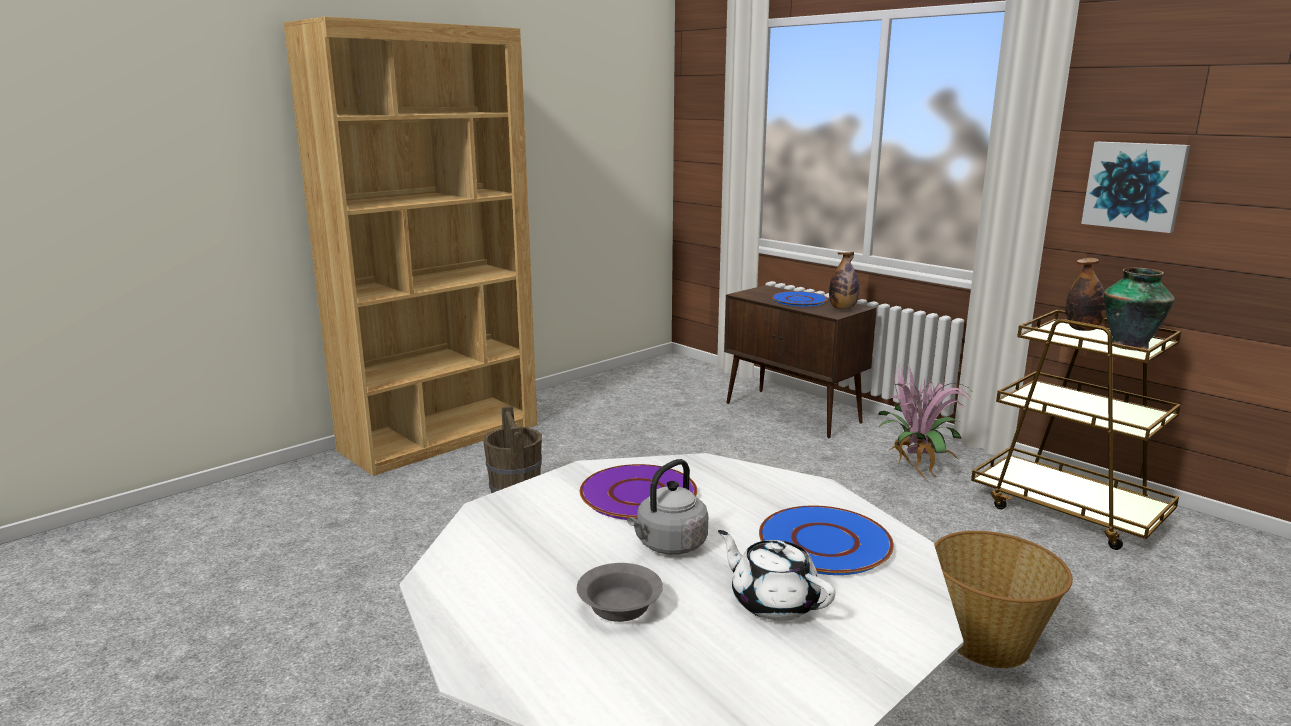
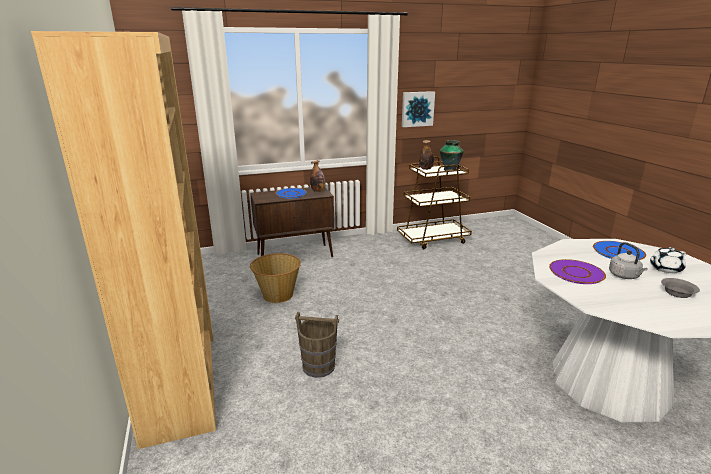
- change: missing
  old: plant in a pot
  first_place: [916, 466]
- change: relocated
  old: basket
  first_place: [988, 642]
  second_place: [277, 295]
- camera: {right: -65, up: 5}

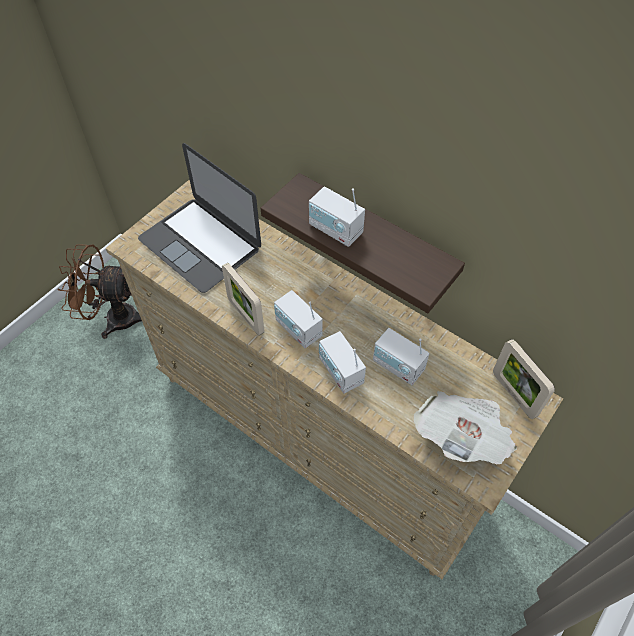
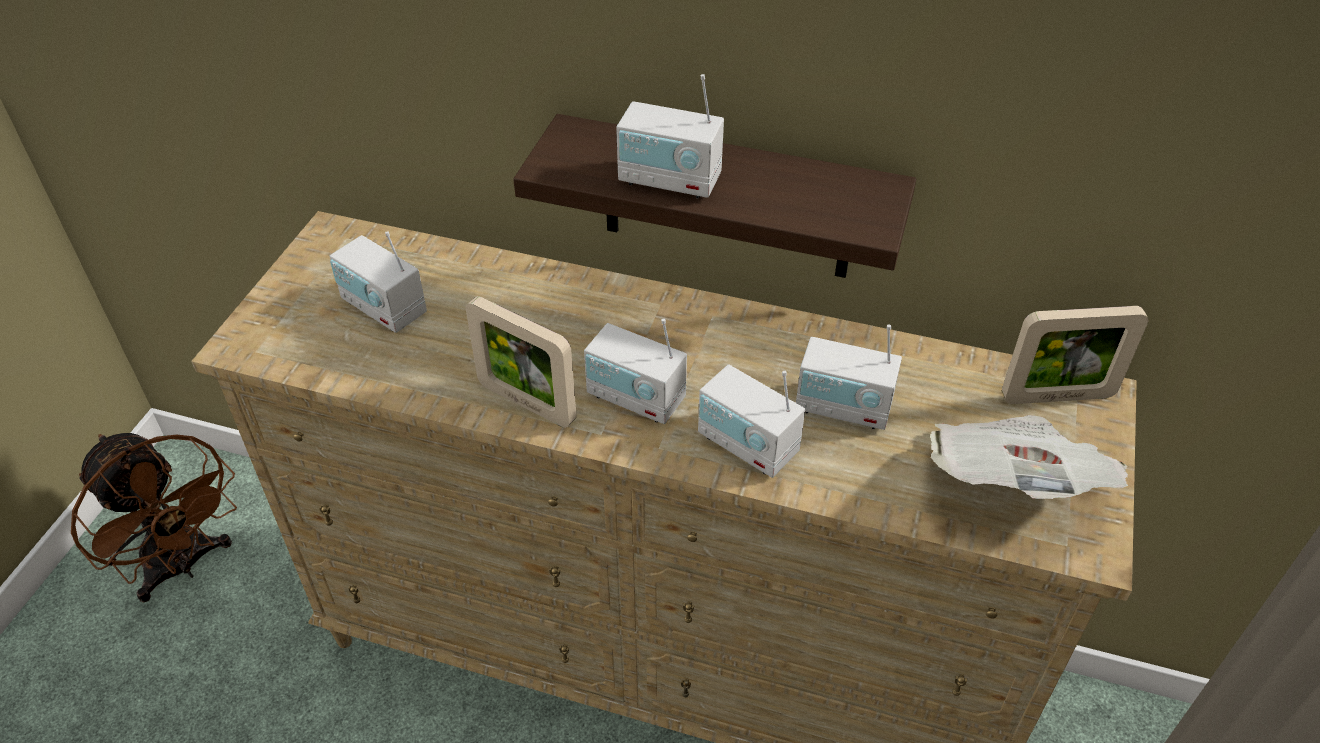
- change: exchanged
  old: laptop
  new: radio set
  first_place: [200, 244]
  second_place: [383, 308]
- change: spun
  old: brownish fan
  first_place: [114, 318]
  second_place: [183, 566]
  degrees: -120
- change: spun
  old: photo frame
  first_place: [514, 394]
  second_place: [1057, 396]
  degrees: -45
- camera: {right: -20, up: -10}

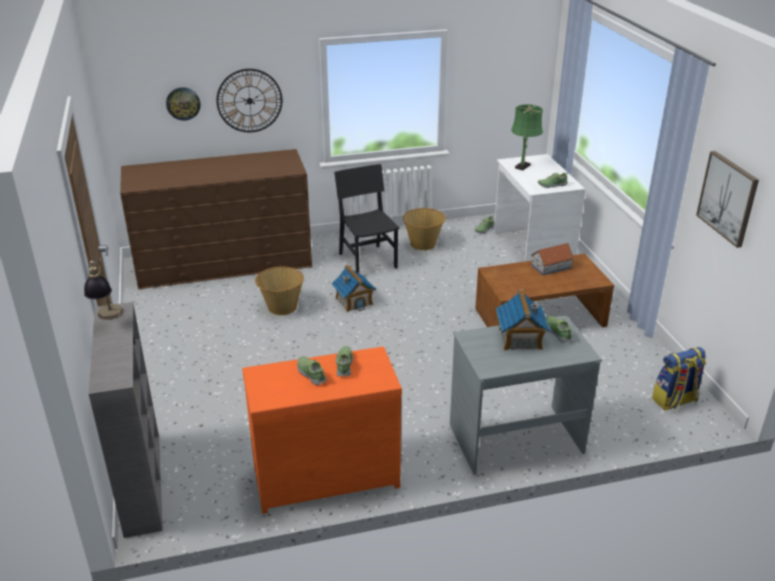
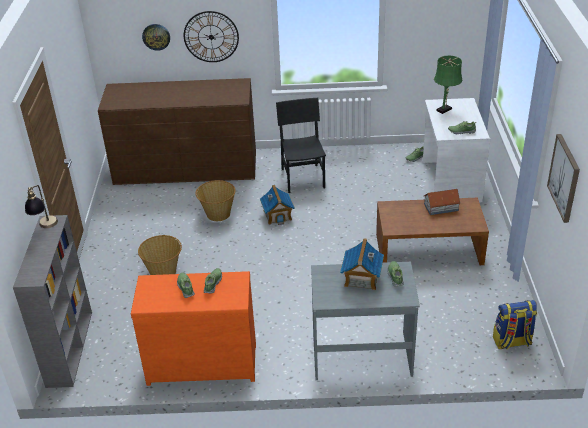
- change: relocated
  old: basket
  first_place: [423, 244]
  second_place: [163, 271]
- camera: {right: 15, up: 5}

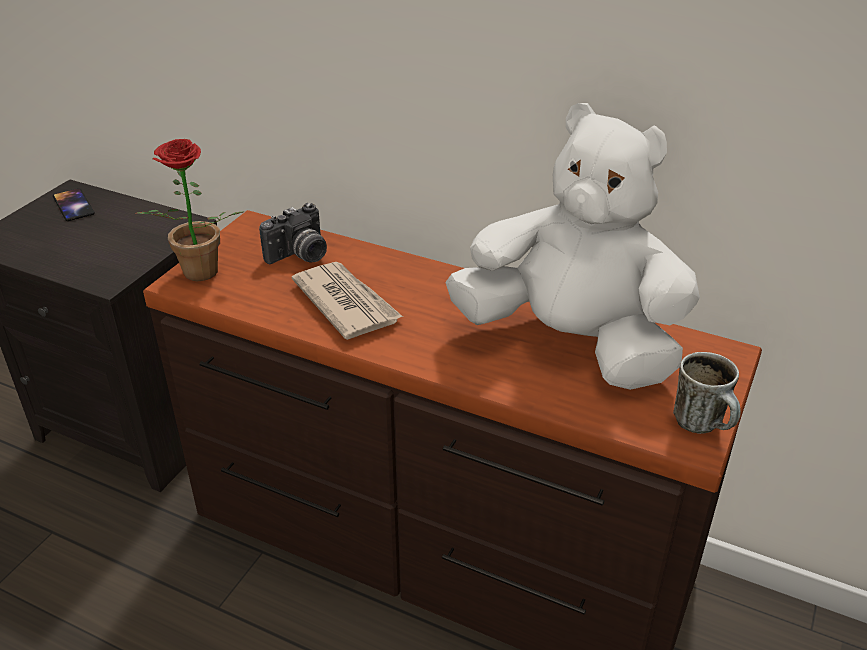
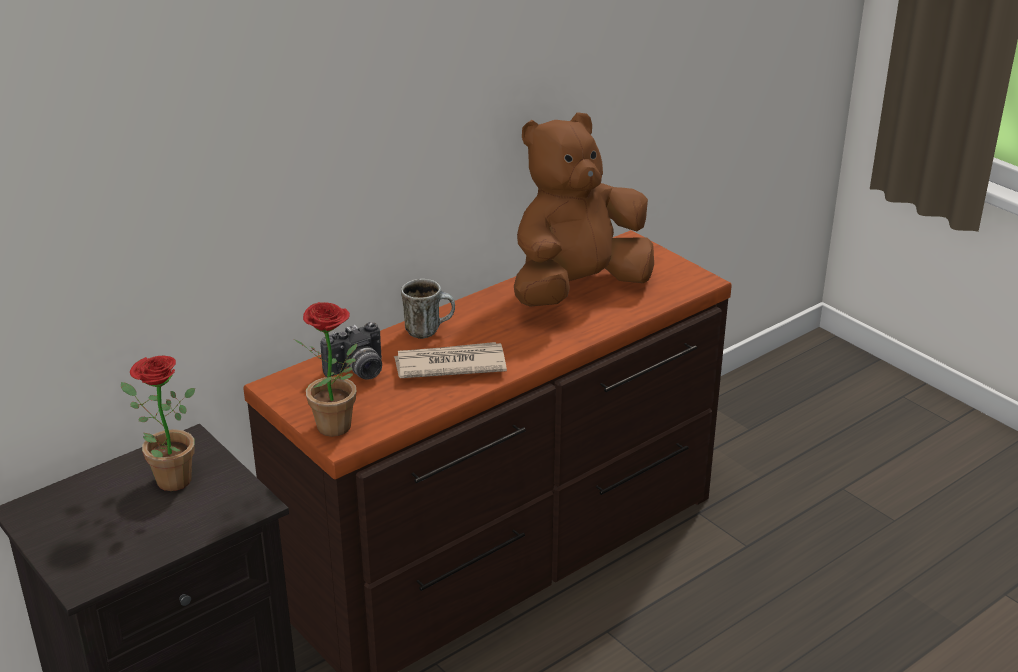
- change: colour
  old: whitish soft toy
  new: brownish soft toy
  first_place: [571, 343]
  second_place: [577, 289]
- change: missing
  old: handset
  first_place: [73, 205]
- change: spun
  old: still camera
  first_place: [300, 256]
  second_place: [357, 372]
  degrees: 75
- change: relocated
  old: coffee mug
  first_place: [704, 426]
  second_place: [429, 330]
- change: appeared
  new: plant in a pot
  second_place: [166, 479]
- camera: {right: -65, up: -5}

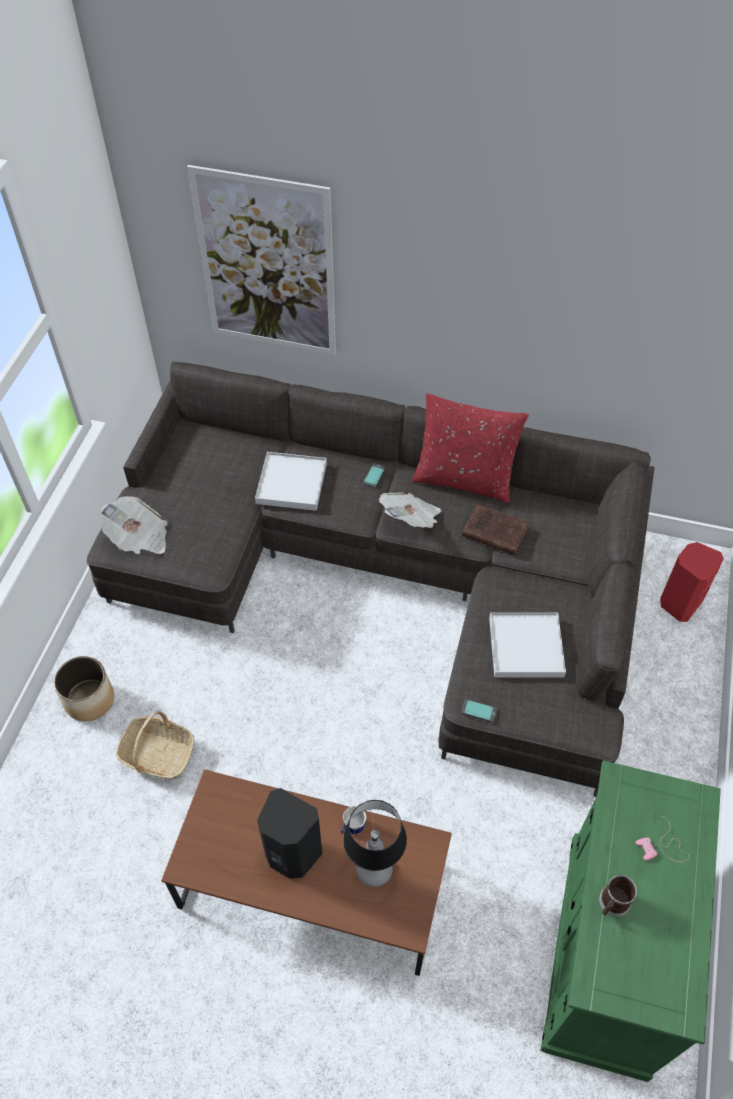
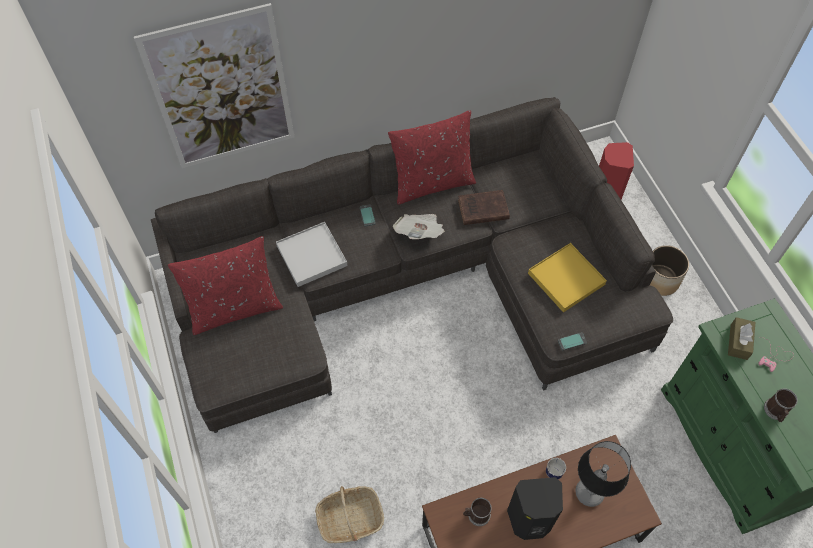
- change: missing
  old: daily paper
  first_place: [139, 537]
- change: colour
  old: whitish carrying tray
  new: yellow carrying tray
  first_place: [525, 647]
  second_place: [566, 279]
- change: relocated
  old: planter
  first_place: [90, 700]
  second_place: [660, 280]
- change: appeared
  new: red-coloured throw pillow
  second_place: [235, 308]
- change: appeared
  new: brownish tissue box
  second_place: [738, 342]
- change: appeared
  new: coffee mug
  second_place: [476, 515]
- camera: {right: -35, up: 5}

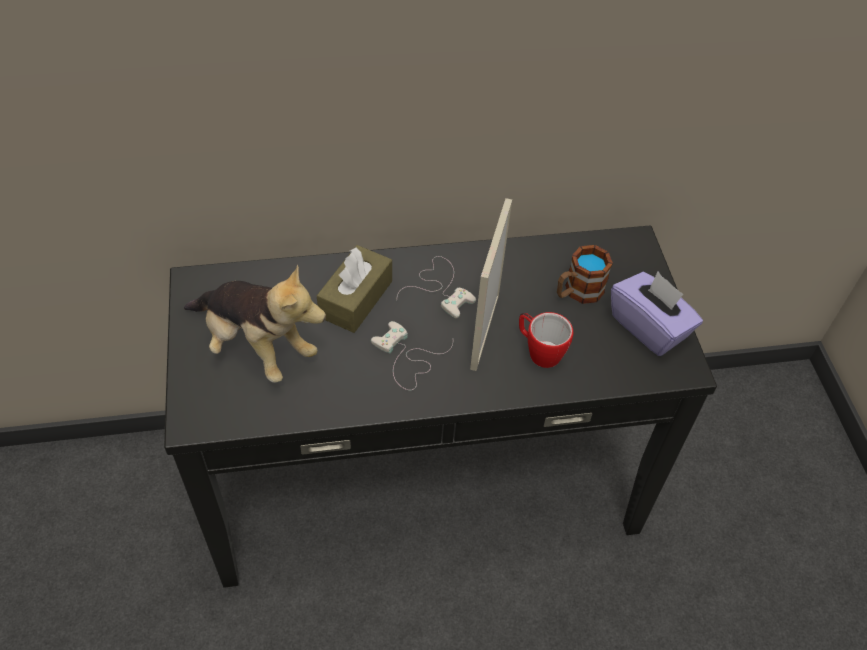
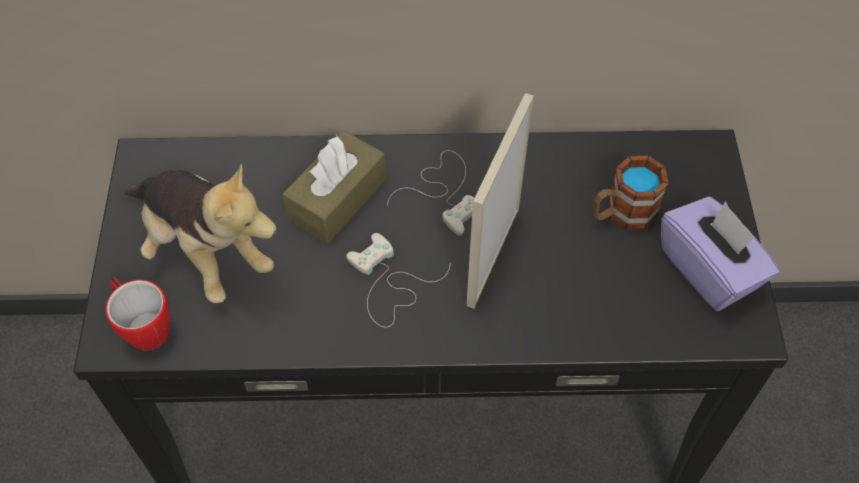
- change: relocated
  old: coffee mug
  first_place: [539, 351]
  second_place: [144, 326]
- camera: {right: 10, up: 5}

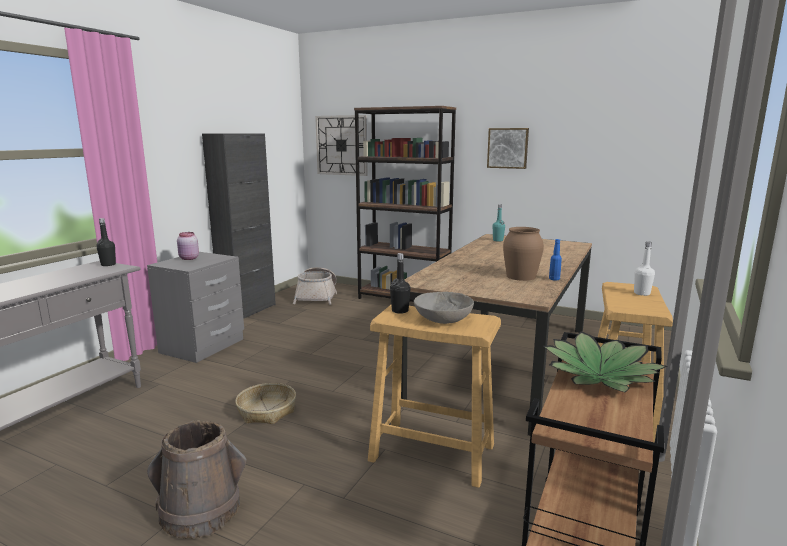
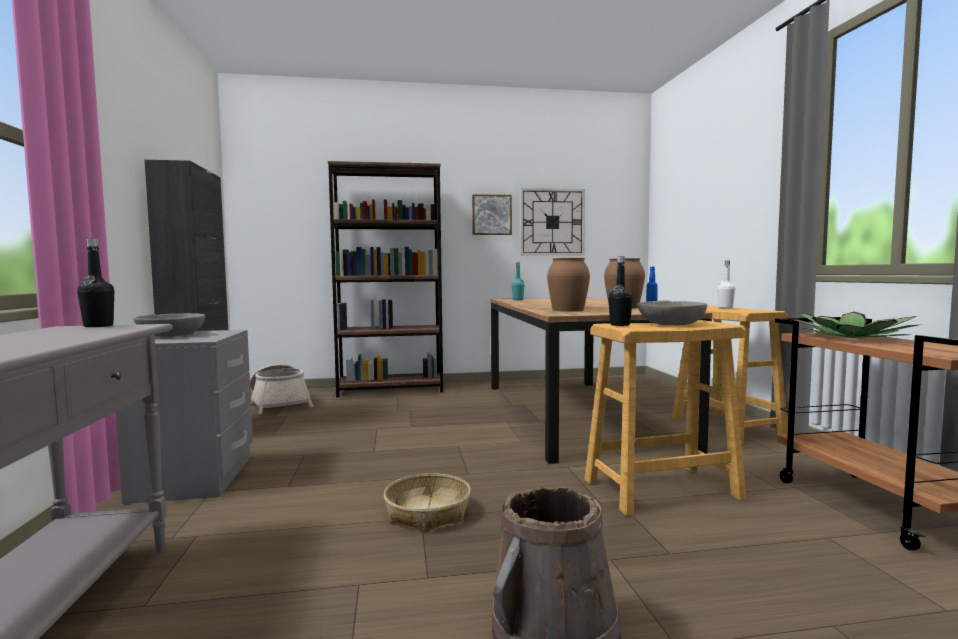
- change: relocated
  old: hanging clock
  first_place: [341, 145]
  second_place: [552, 222]
- change: exchanged
  old: pink-coloured preserve jar
  new: greyish serving bowl
  first_place: [189, 258]
  second_place: [171, 335]
- change: appeared
  new: brownish flower vase
  second_place: [568, 310]
- camera: {right: -35, up: -10}

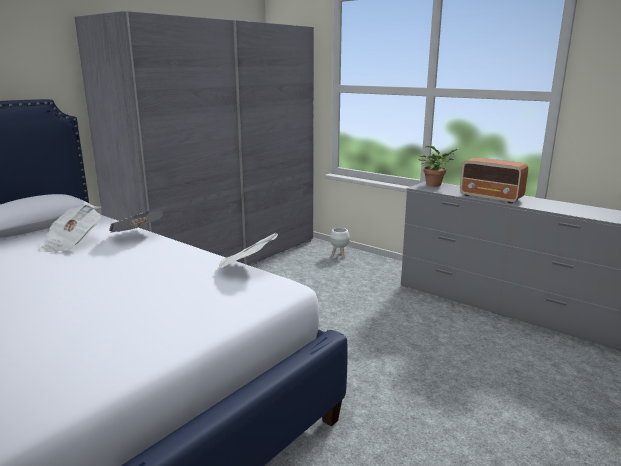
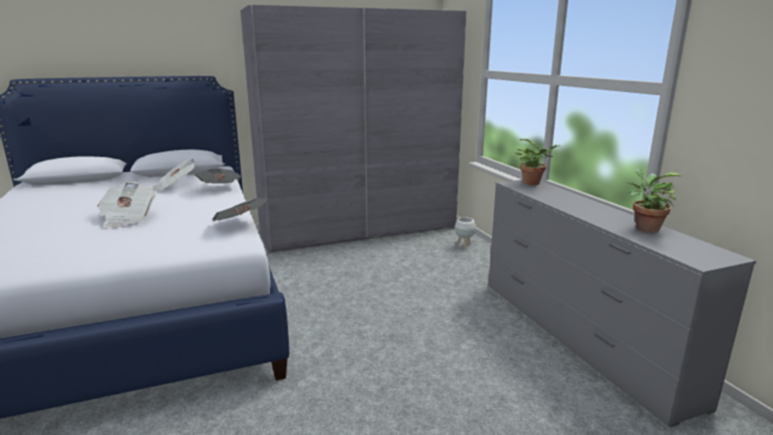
- change: missing
  old: radio set
  first_place: [491, 198]
- change: appeared
  new: plant in a pot
  second_place: [644, 228]
- change: appeared
  new: daily paper
  second_place: [127, 219]
- camera: {right: 30, up: 0}

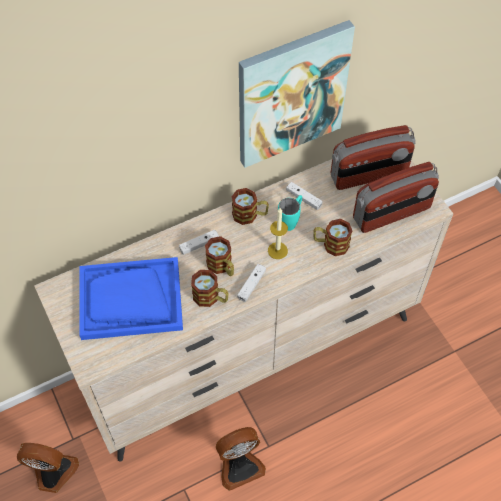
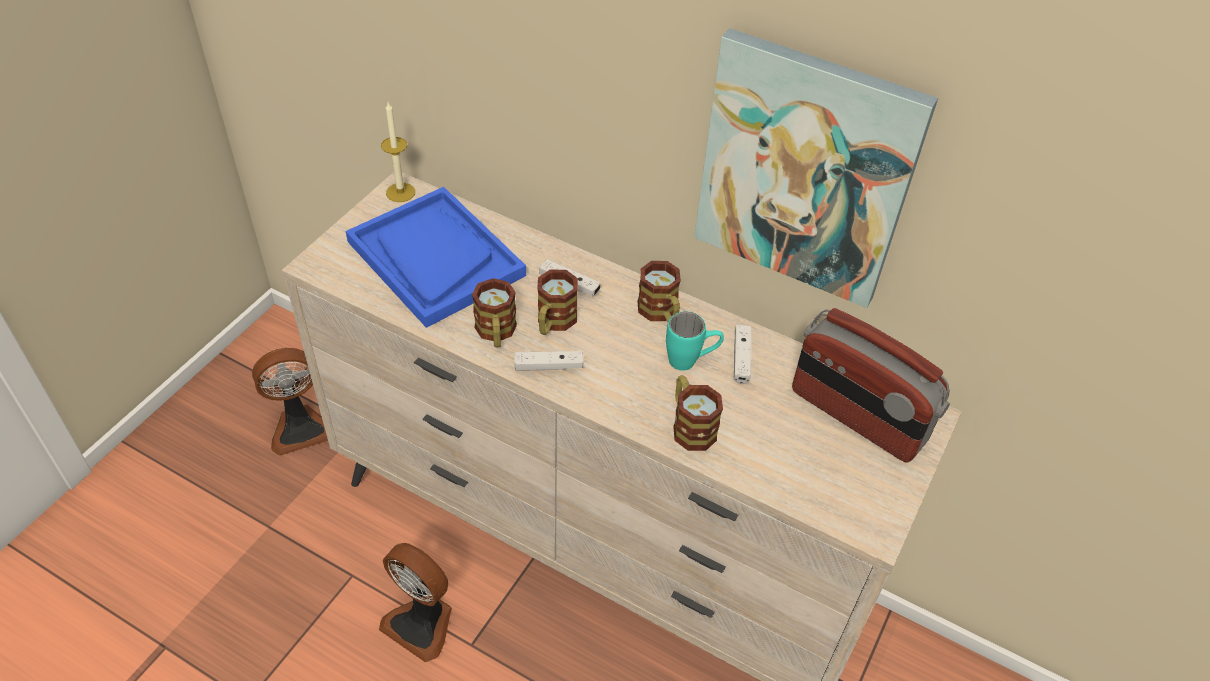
- change: missing
  old: radio set
  first_place: [392, 214]
- change: relocated
  old: candle
  first_place: [277, 250]
  second_place: [400, 192]
- change: spun
  old: fan
  first_place: [53, 473]
  second_place: [300, 428]
  degrees: 90
- camera: {right: 55, up: -10}

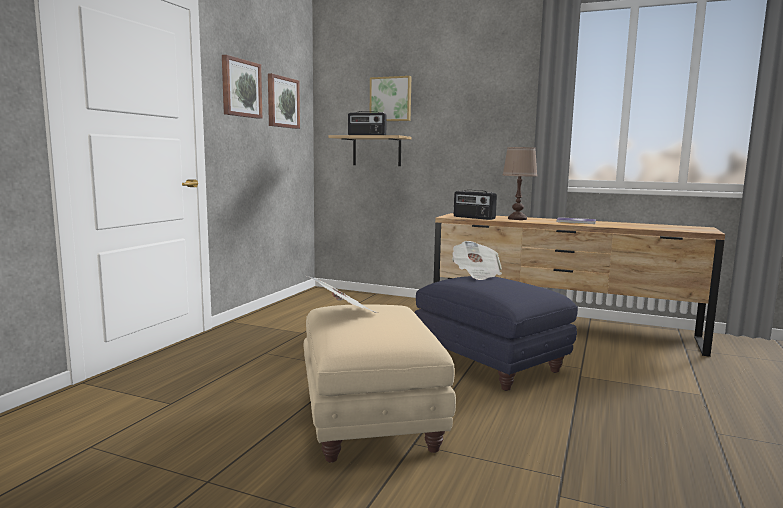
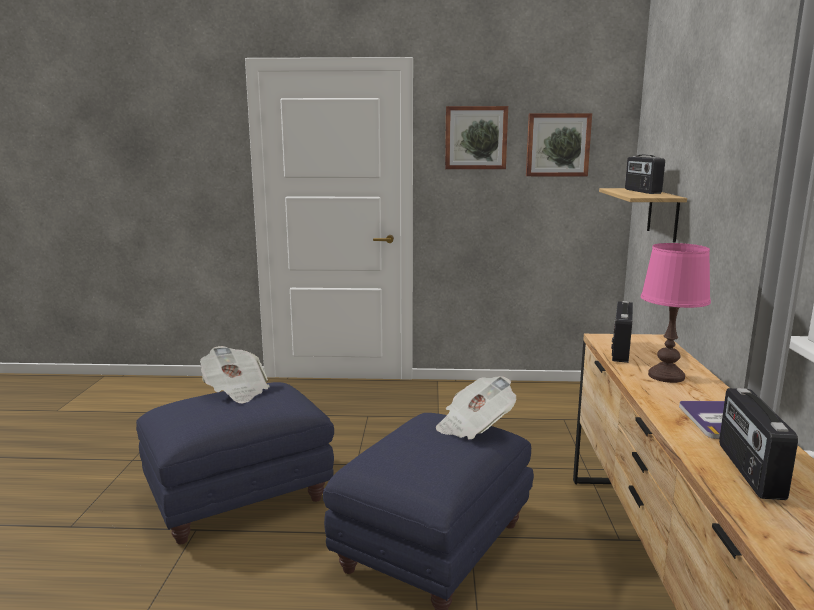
- change: missing
  old: picture
  first_place: [391, 99]
- change: colour
  old: brownish lamp for a table
  new: pink-coloured lamp for a table
  first_place: [517, 219]
  second_place: [665, 376]
- change: colour
  old: beige-coloured pouffe
  new: blue-coloured pouffe
  first_place: [369, 419]
  second_place: [241, 497]
- change: appeared
  new: radio set
  second_place: [748, 470]
- camera: {right: 70, up: 5}

